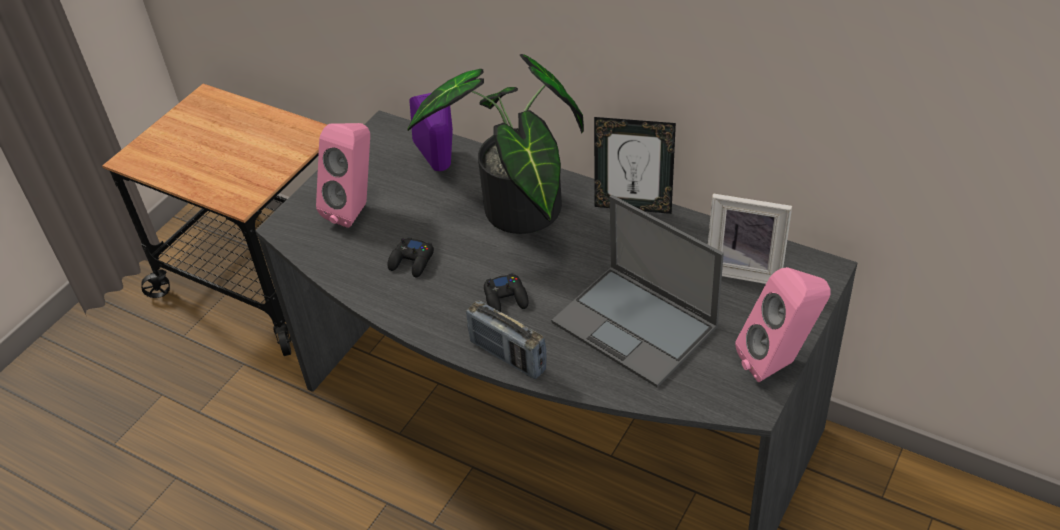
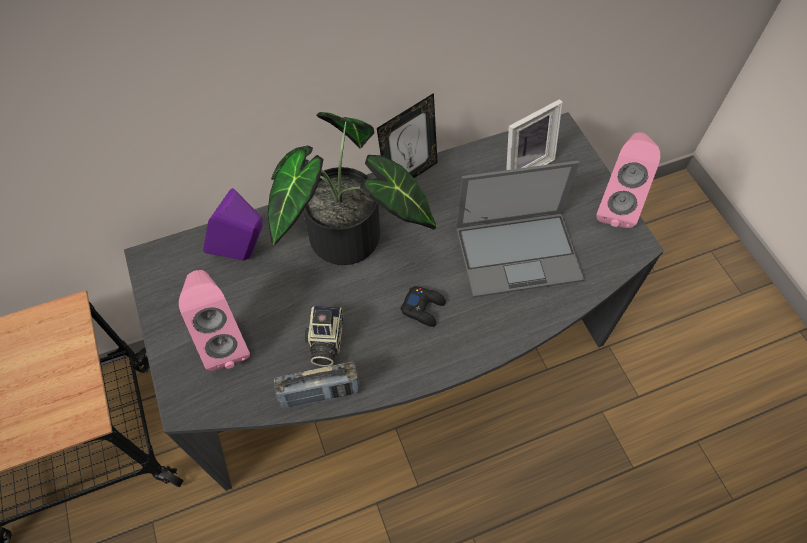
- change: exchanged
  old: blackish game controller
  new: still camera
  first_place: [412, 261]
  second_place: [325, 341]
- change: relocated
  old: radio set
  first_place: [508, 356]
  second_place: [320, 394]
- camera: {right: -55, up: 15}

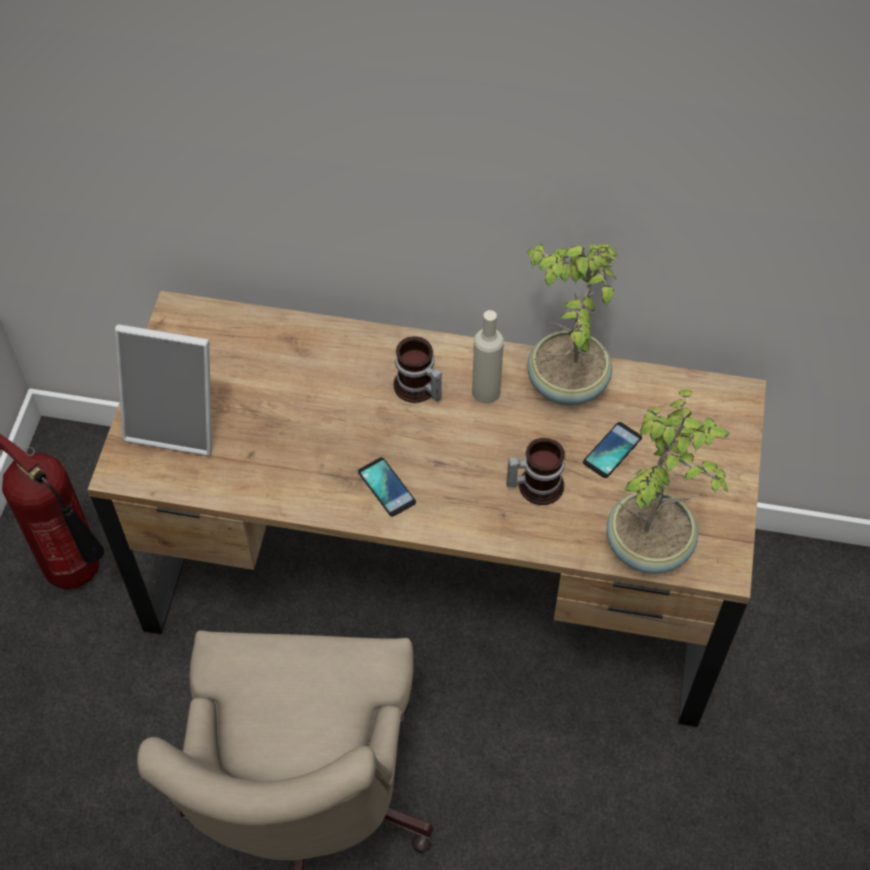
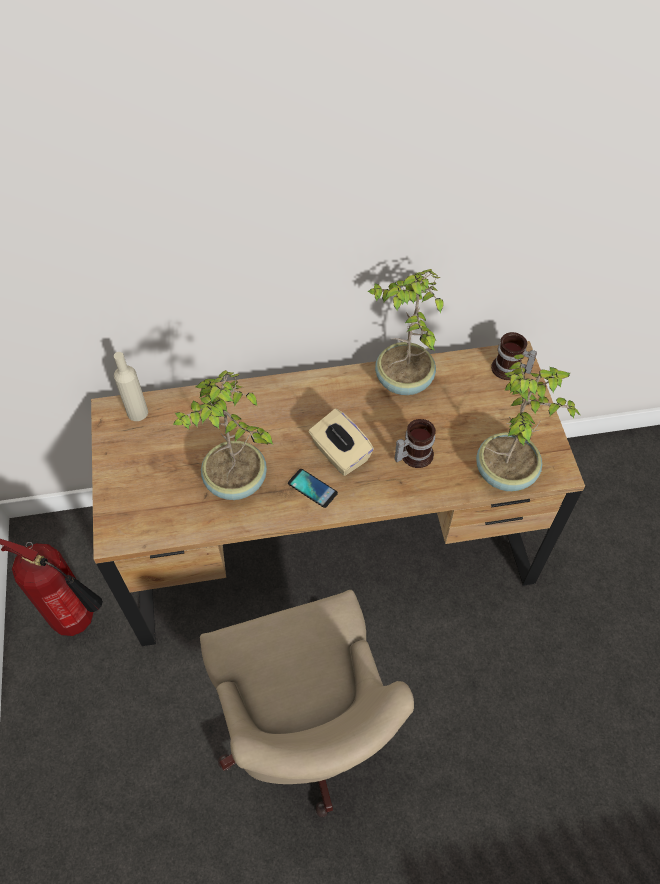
- change: relocated
  old: beige-coloured bottle
  first_place: [486, 391]
  second_place: [137, 412]
- change: missing
  old: photo frame
  first_place: [177, 422]
- change: relocated
  old: coffee mug
  first_place: [417, 389]
  second_place: [509, 370]
- change: missing
  old: handset
  first_place: [612, 450]
- change: appeared
  new: plant in a pot
  second_place: [235, 482]
- change: appeared
  new: beige-coloured tissue box
  second_place: [340, 454]
- camera: {right: -20, up: 0}

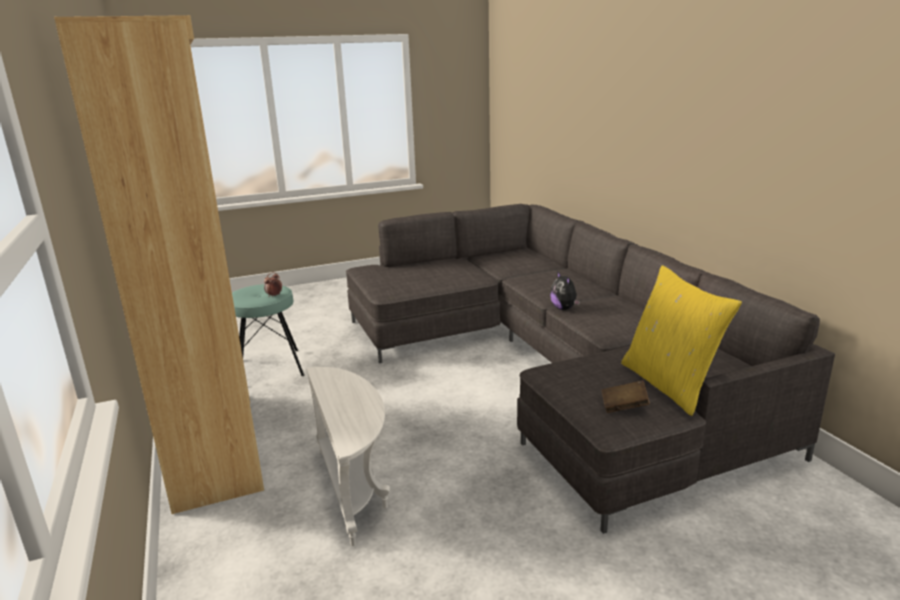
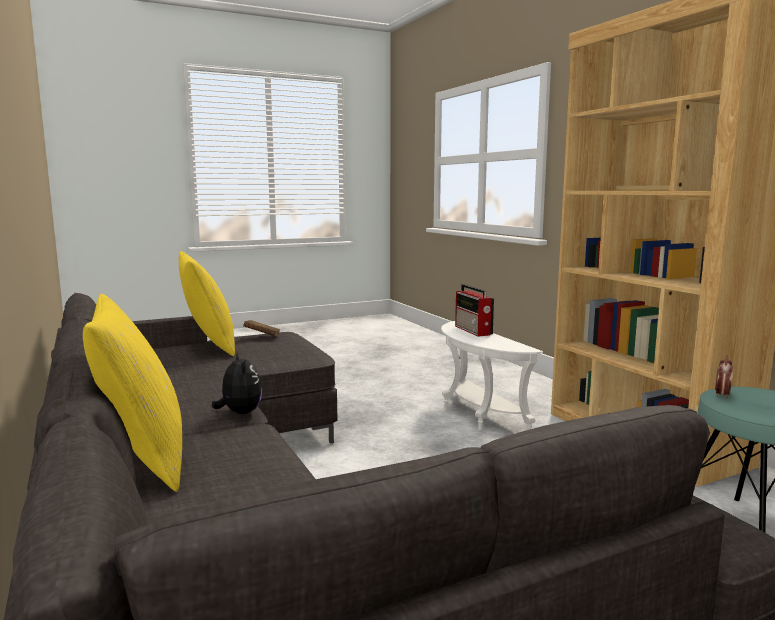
- change: appeared
  new: radio set
  second_place: [473, 330]
- change: appeared
  new: yellow throw pillow
  second_place: [143, 459]
- camera: {right: 175, up: -10}

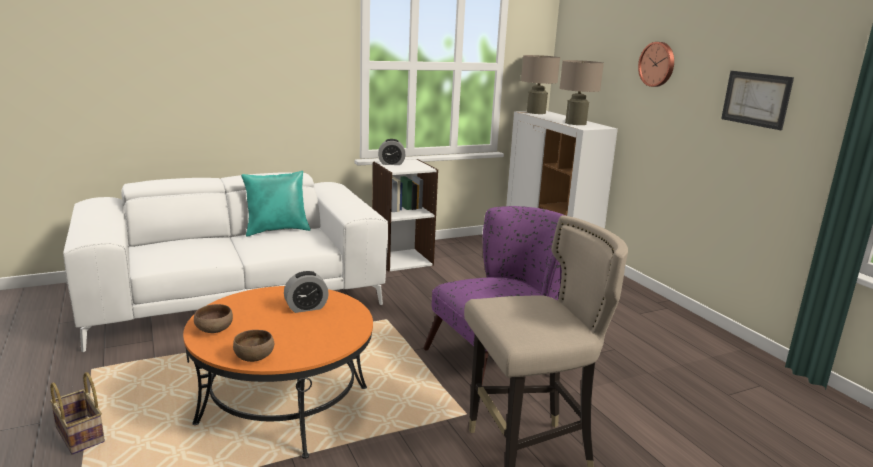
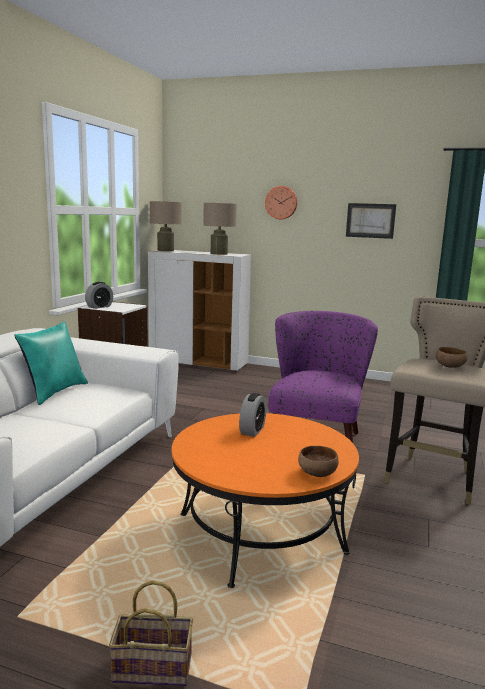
- change: relocated
  old: brownish serving bowl
  first_place: [214, 330]
  second_place: [450, 367]
- camera: {right: -45, up: -5}

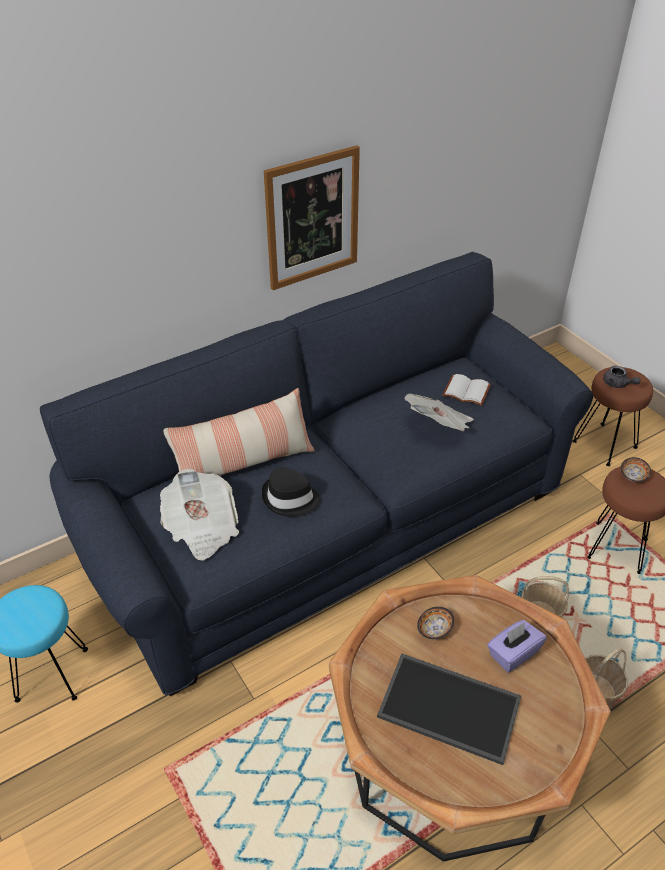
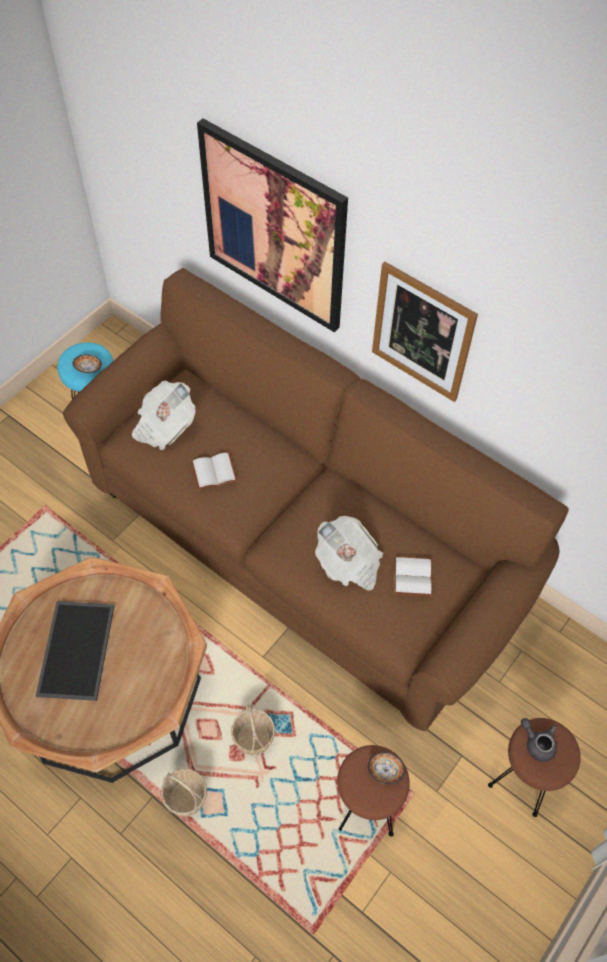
- change: colour
  old: blue-coloured settee
  new: brownish settee
  first_place: [332, 523]
  second_place: [302, 541]
- change: spun
  old: greyish teapot
  first_place: [617, 384]
  second_place: [537, 743]
  degrees: 105
- change: missing
  old: throw pillow
  first_place: [244, 462]
- change: exchanged
  old: blackish clothing hat
  new: whitish volume
  first_place: [290, 499]
  second_place: [213, 473]
- change: relocated
  old: serving bowl
  first_place: [434, 629]
  second_place: [88, 369]
- change: missing
  old: purple-coloured tissue box
  first_place: [513, 653]
- change: appeared
  new: picture
  second_place: [274, 228]
- camera: {right: 70, up: 15}

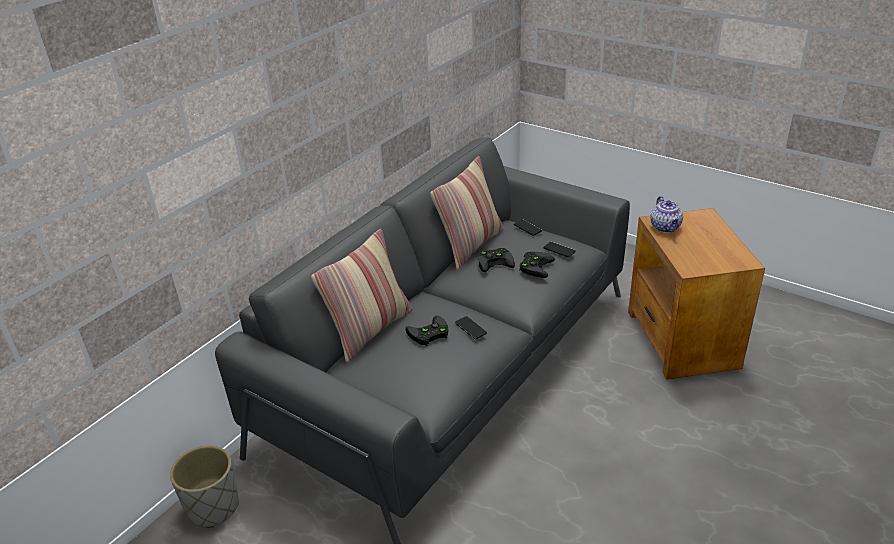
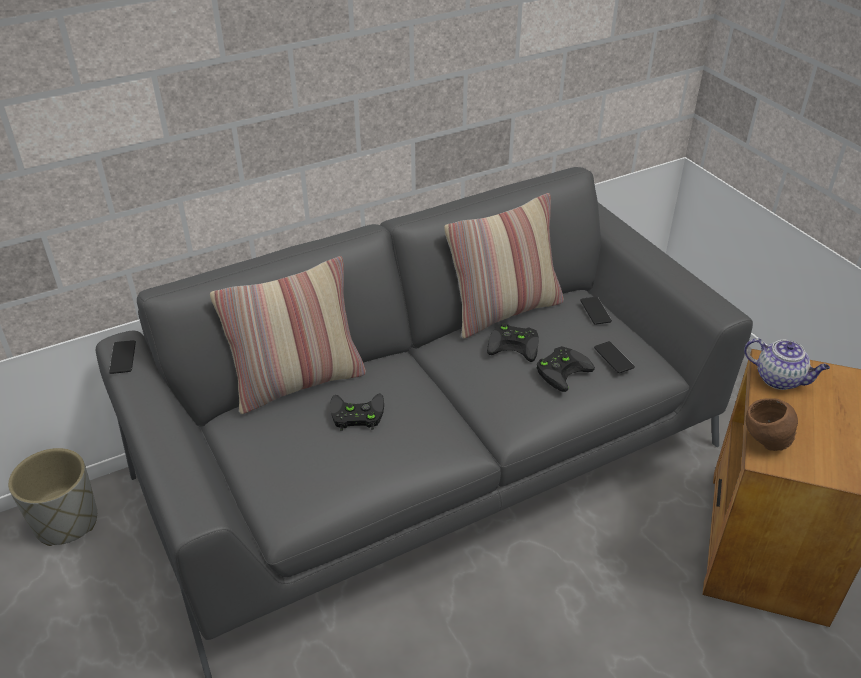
- change: spun
  old: teapot
  first_place: [666, 227]
  second_place: [780, 379]
  degrees: -75
- change: relocated
  old: handset
  first_place: [470, 328]
  second_place: [122, 357]
- change: appeared
  new: brownish serving bowl
  second_place: [765, 443]
- camera: {right: 25, up: 5}

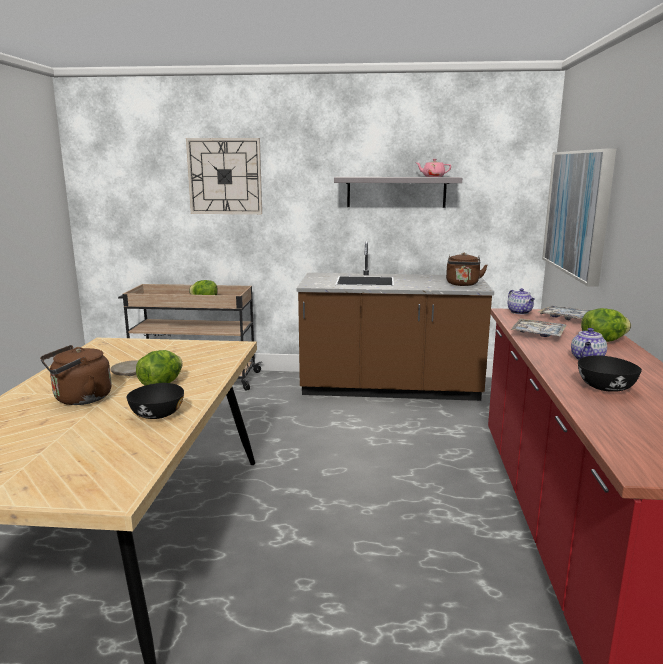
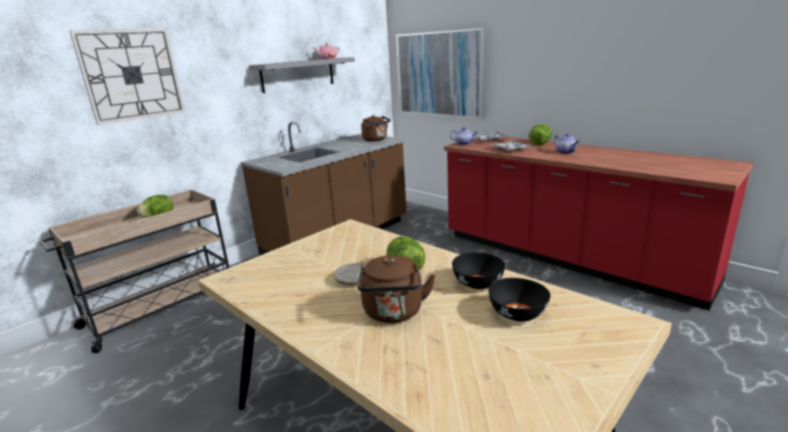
- change: relocated
  old: blackish serving bowl
  first_place: [605, 387]
  second_place: [517, 313]
- camera: {right: -50, up: 5}

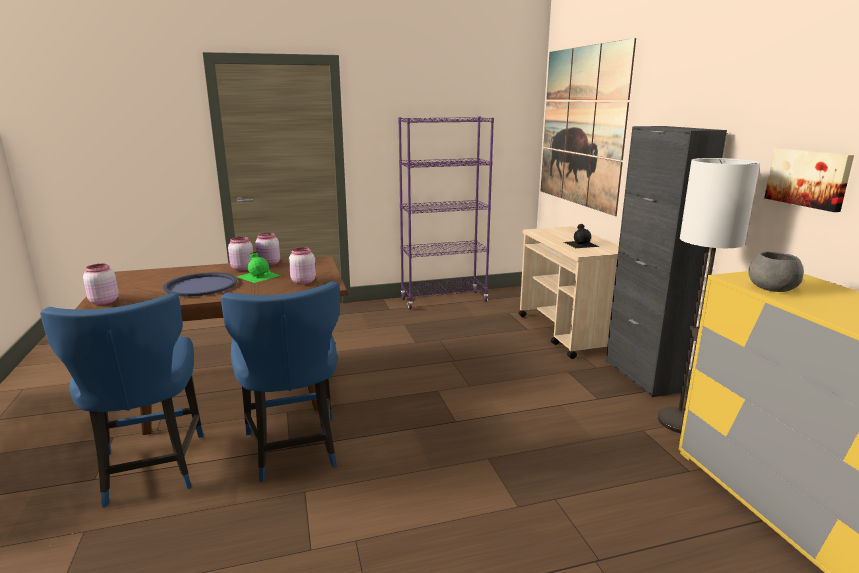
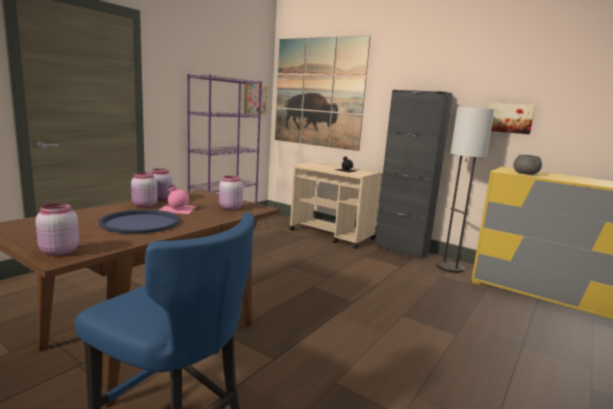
- change: colour
  old: greenish bottle
  new: pink-coloured bottle
  first_place: [258, 275]
  second_place: [176, 208]
- change: missing
  old: blue-coloured chair
  first_place: [293, 449]
- change: appeared
  new: picture
  second_place: [254, 99]
- camera: {right: -40, up: -5}

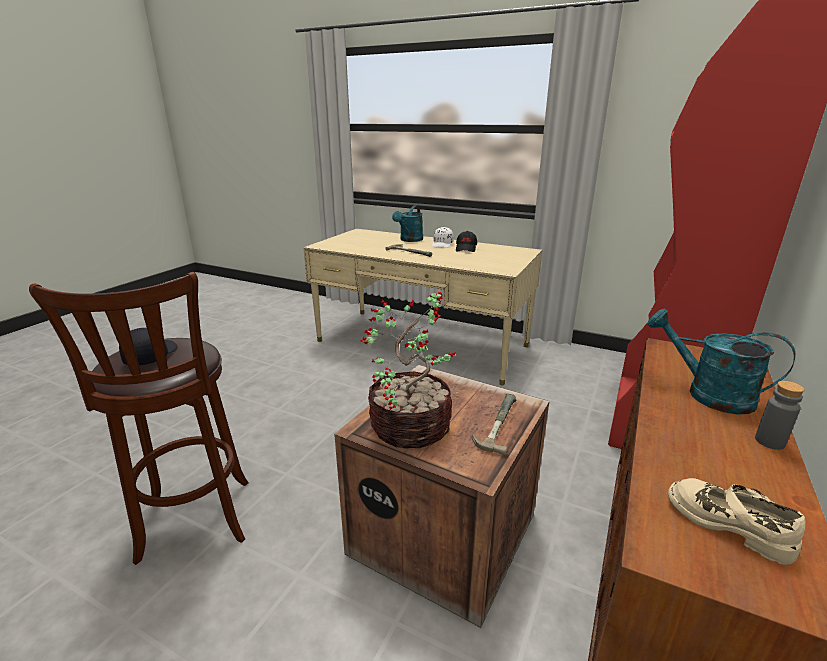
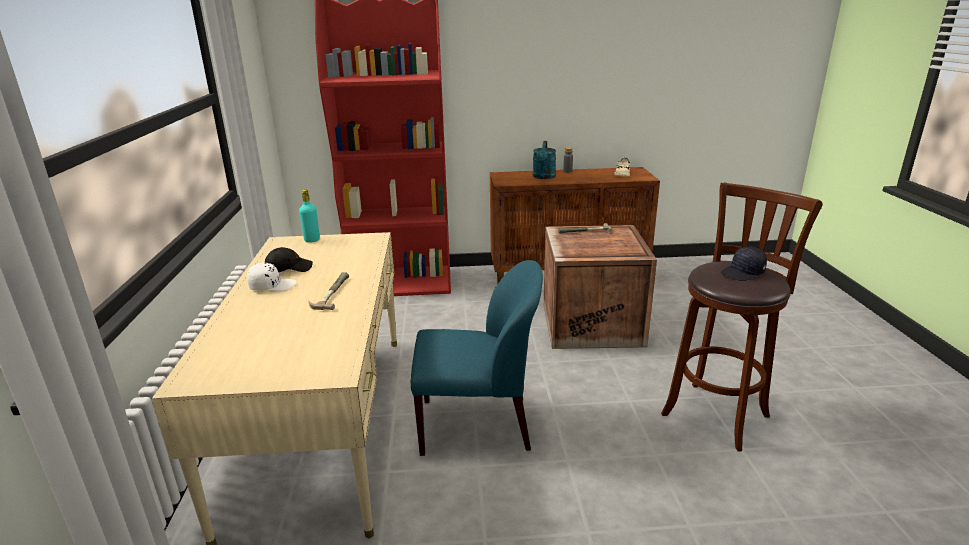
- change: missing
  old: turquoise-coloured watering can
  first_place: [409, 240]
- change: missing
  old: plant in a pot
  first_place: [412, 426]
- change: appeared
  new: turquoise-coloured bottle
  second_place: [312, 240]
- change: appeared
  new: blue-coloured chair
  second_place: [477, 425]
- camera: {right: -120, up: 0}

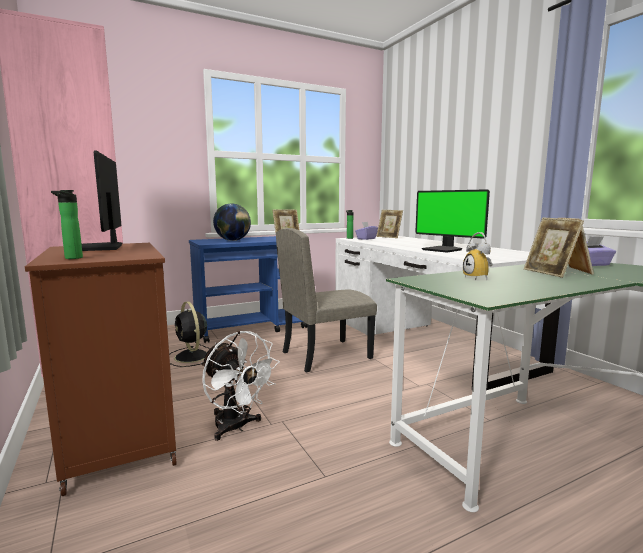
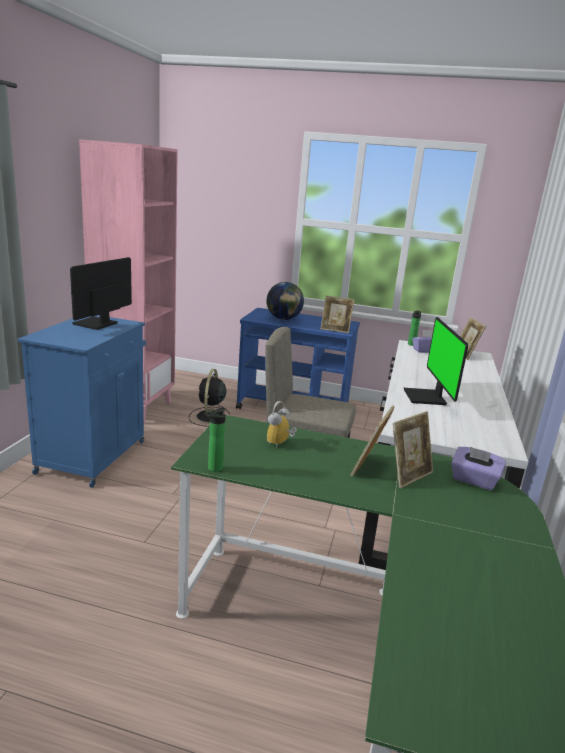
- change: relocated
  old: bottle
  first_place: [71, 258]
  second_place: [213, 469]
- change: colour
  old: brownish cupboard
  new: blue-coloured cupboard
  first_place: [119, 437]
  second_place: [93, 456]
- change: missing
  old: whitish fan
  first_place: [236, 427]
- camera: {right: 40, up: 10}

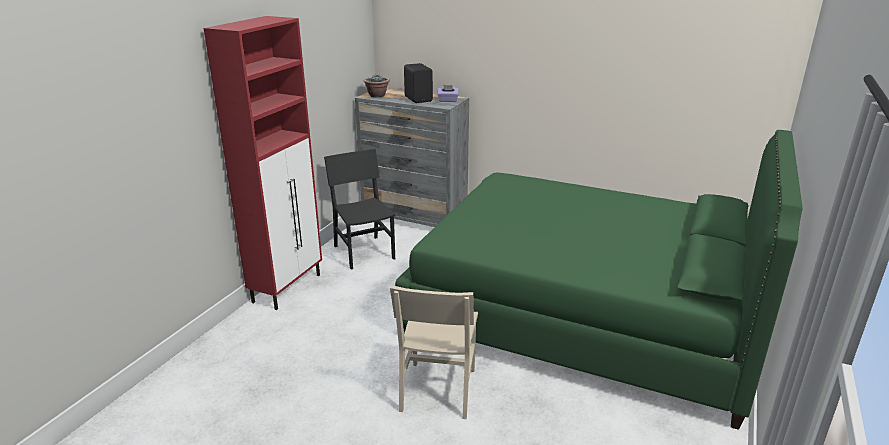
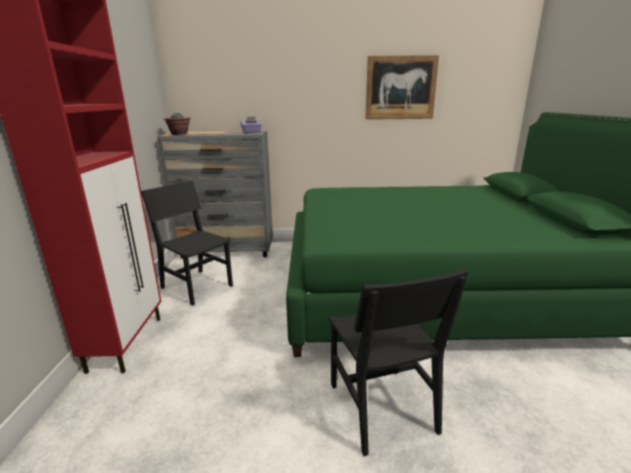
- change: missing
  old: blackish audio speaker
  first_place: [419, 99]
- change: colour
  old: beige-coloured chair
  new: blackish chair
  first_place: [438, 389]
  second_place: [381, 407]
- change: appeared
  new: picture
  second_place: [400, 88]
- camera: {right: -25, up: -5}

